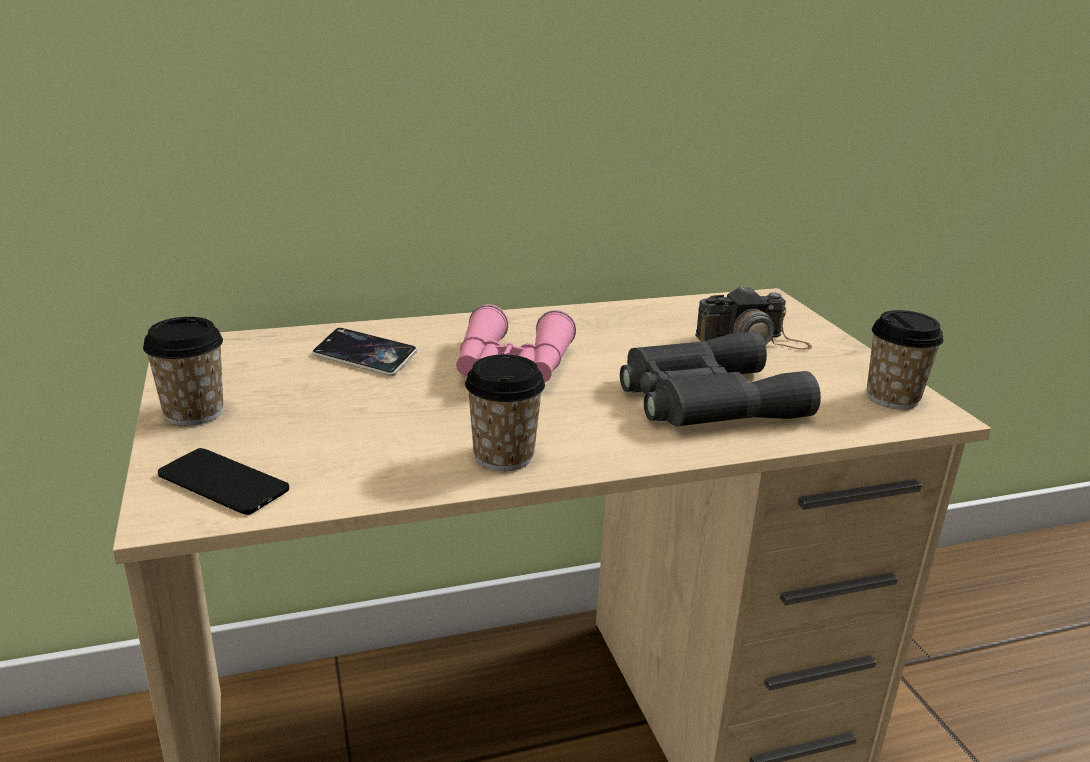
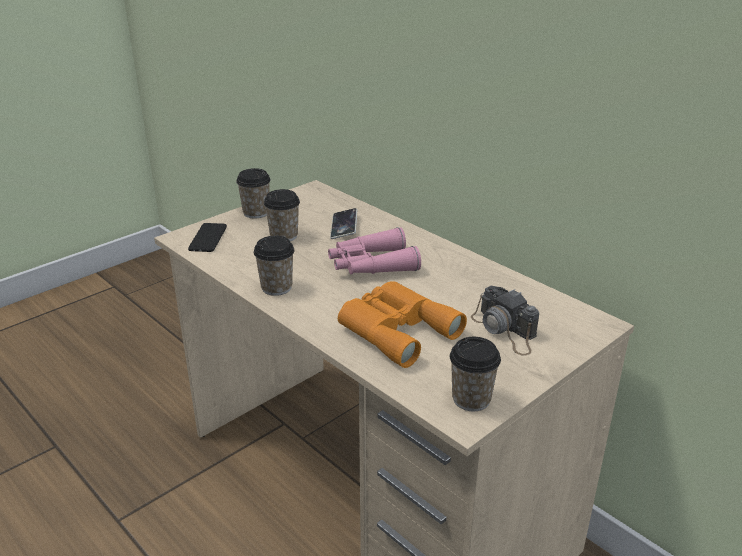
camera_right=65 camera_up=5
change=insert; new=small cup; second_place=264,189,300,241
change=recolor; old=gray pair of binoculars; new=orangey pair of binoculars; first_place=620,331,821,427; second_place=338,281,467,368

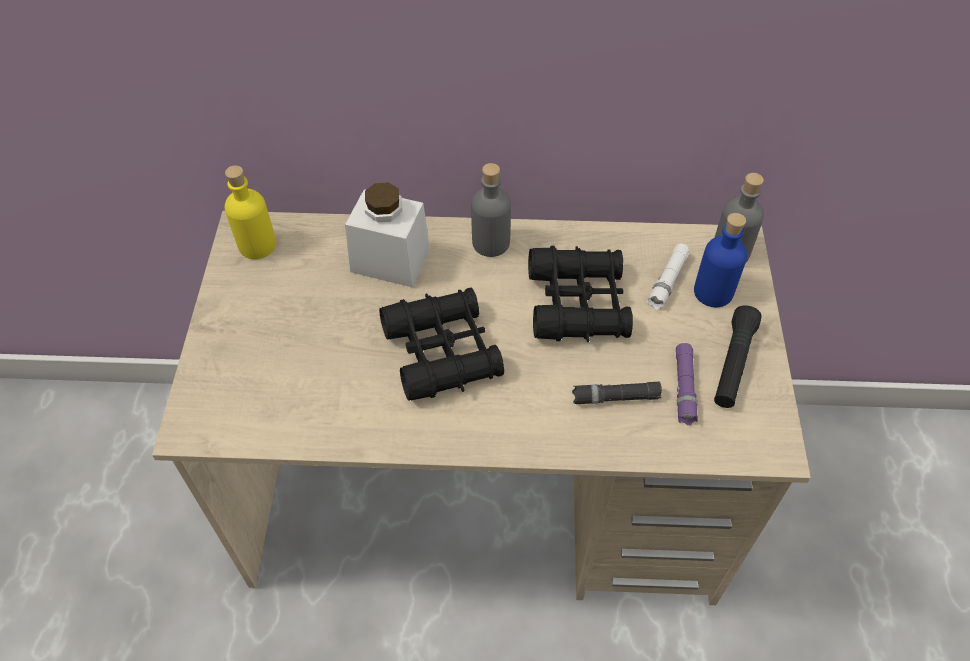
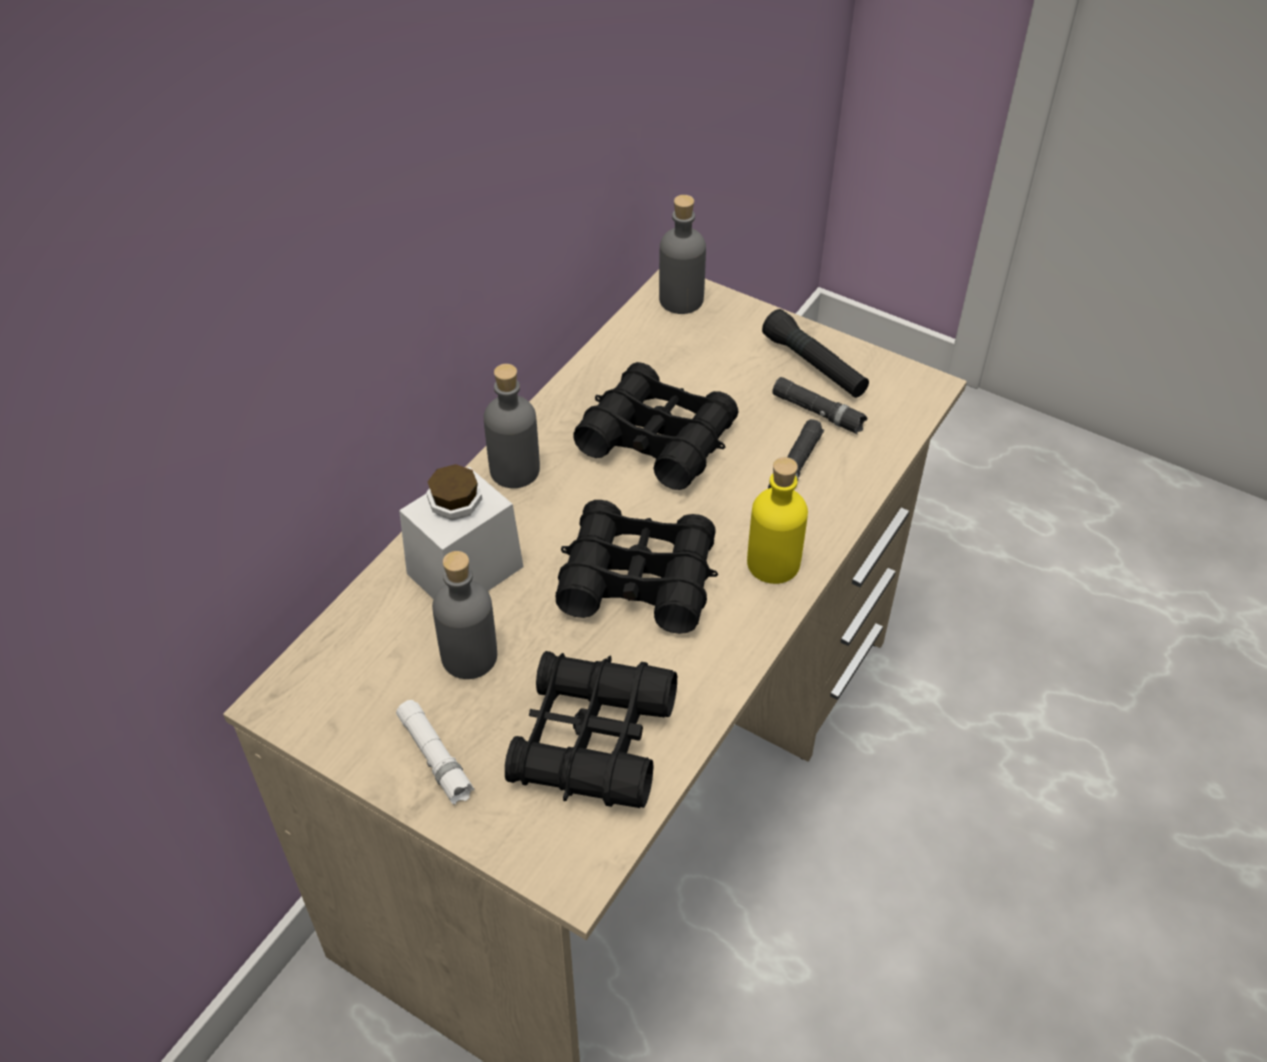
camera_right=-60 camera_up=-5
change=move; old=white hand torch; first_place=647,243,690,310; second_place=396,700,474,805
change=insert; new=gray beverage bottle; second_place=432,551,497,679
change=insert; new=black-coloured pair of binoculars; second_place=505,651,677,808
change=move; old=yellowish beverage bottle; first_place=225,165,276,259; second_place=747,457,808,584
change=recolor; old=purple hand torch; new=black-coloured hand torch; first_place=676,343,698,425; second_place=772,377,867,434
change=delete; old=blue beverage bottle; first_place=694,213,747,307

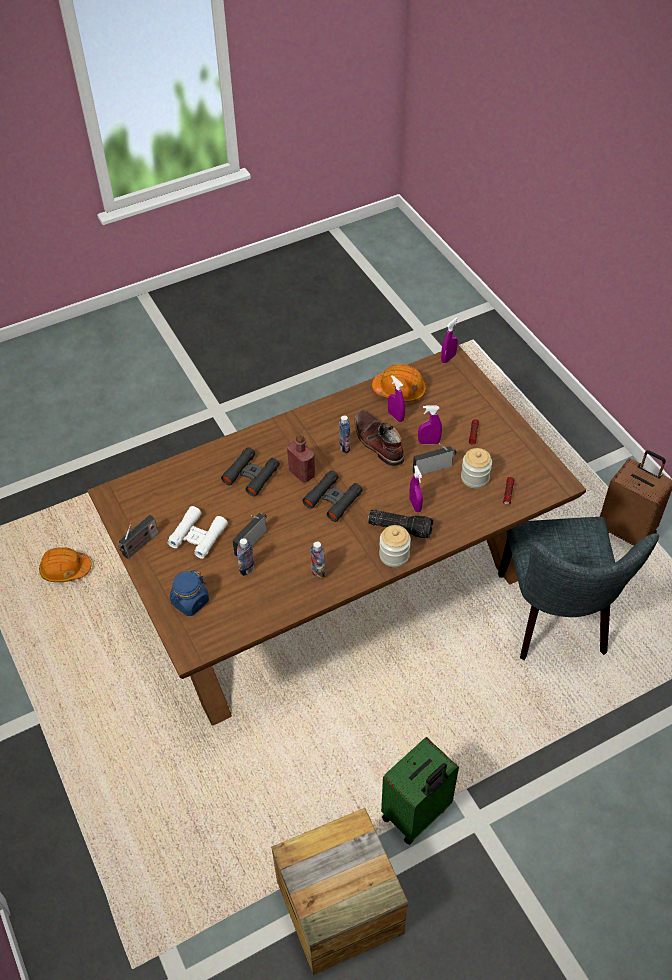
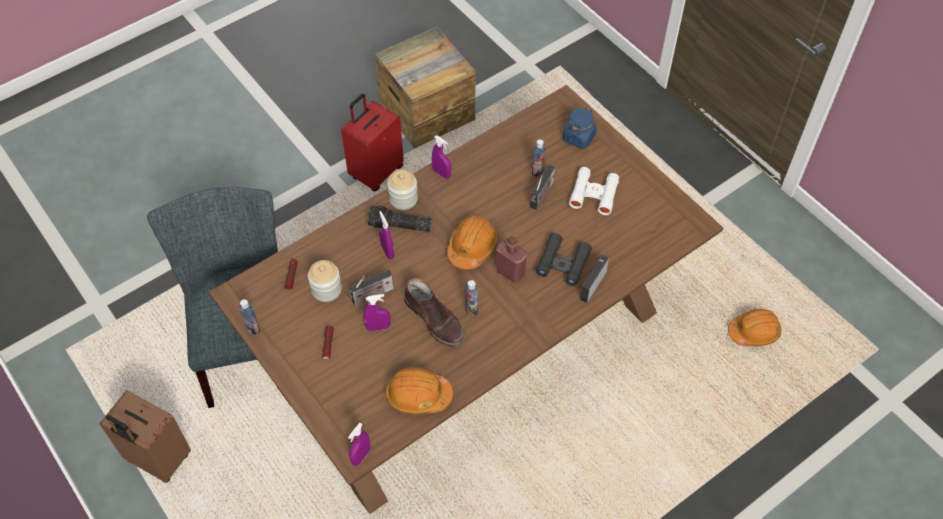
camera_right=170 camera_up=5
change=move; old=beverage bottle; first_place=310,542,325,579; second_place=239,299,260,335
change=recolor; old=green suitcase; new=reddish suitcase; first_place=381,737,459,845; second_place=341,94,404,191
change=move; old=purple hand sprayer; first_place=388,375,405,422; second_place=432,135,451,179
change=replace; old=black-coloured pair of binoculars; new=orangey work helmet; first_place=302,470,363,522; second_place=447,216,498,270
change=move; old=radio; first_place=118,515,158,559; second_place=580,255,609,303

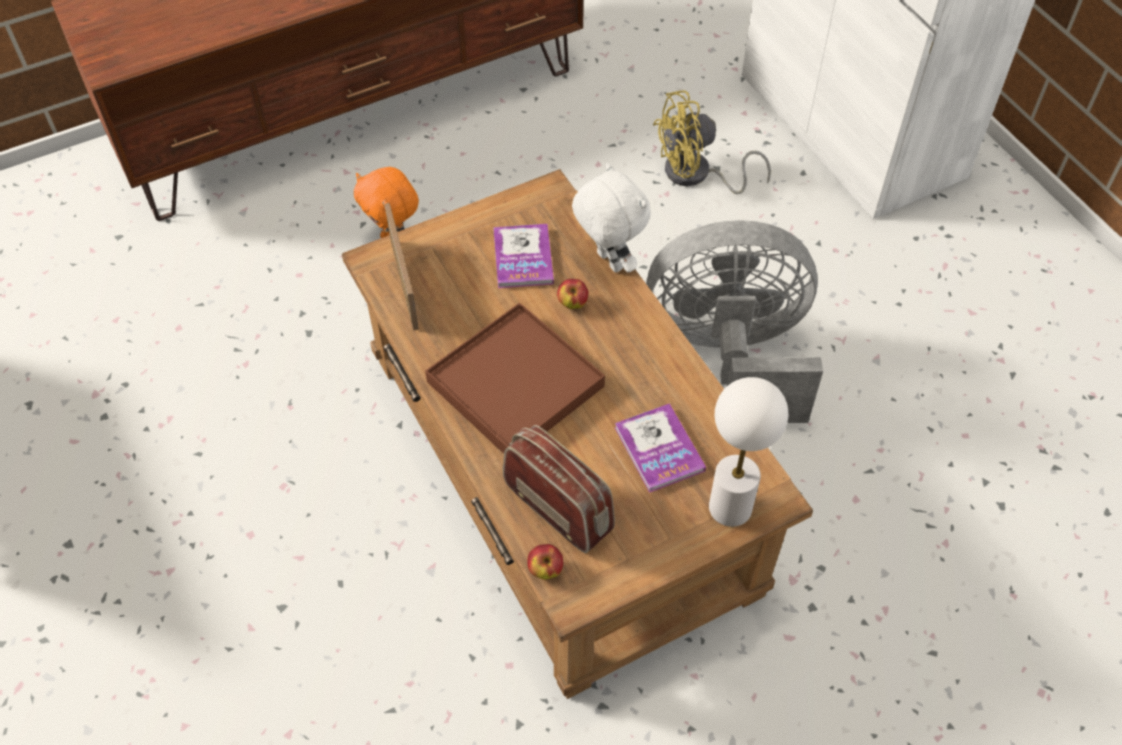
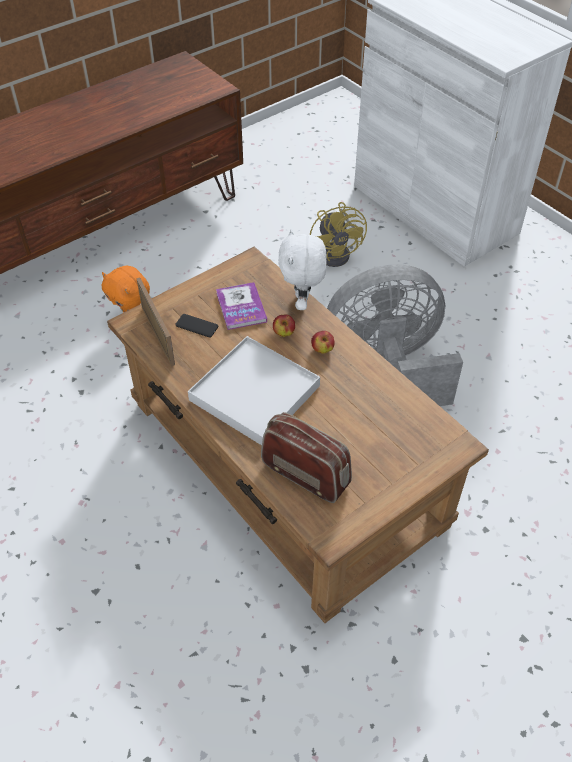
camera_right=-10 camera_up=-5
change=insert; new=telephone; second_place=175,314,218,338
change=recolor; old=brown tray; new=white tray; first_place=425,303,605,454; second_place=188,336,320,445
change=rotate; old=white plush toy; first_place=572,163,651,273; second_place=278,229,327,310; degrees=-135
change=rotate; old=yellowish cooling fan; first_place=653,90,771,194; second_place=310,202,367,267; degrees=-75
change=move; old=whole apple; first_place=527,544,563,580; second_place=311,331,335,354
change=delete; old=volume; first_place=615,403,706,493
change=delete; old=white tabletop lamp; first_place=709,377,788,527

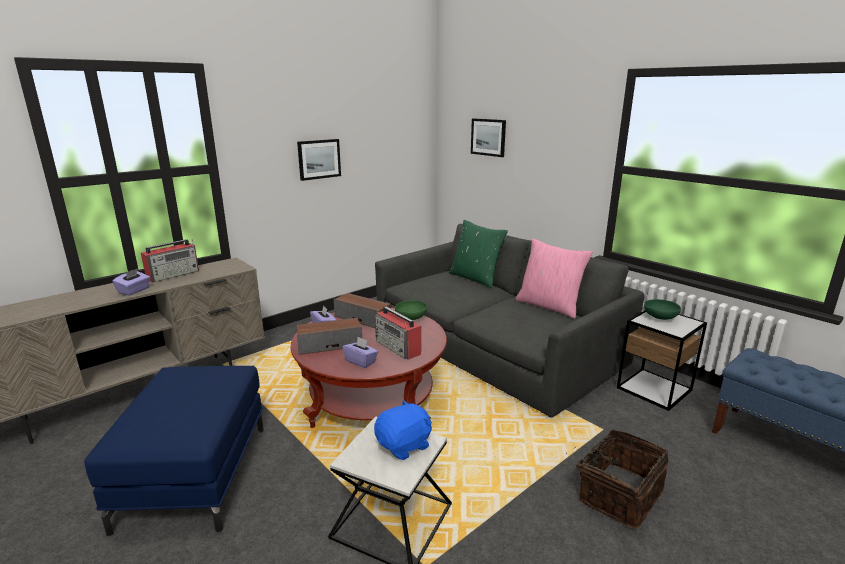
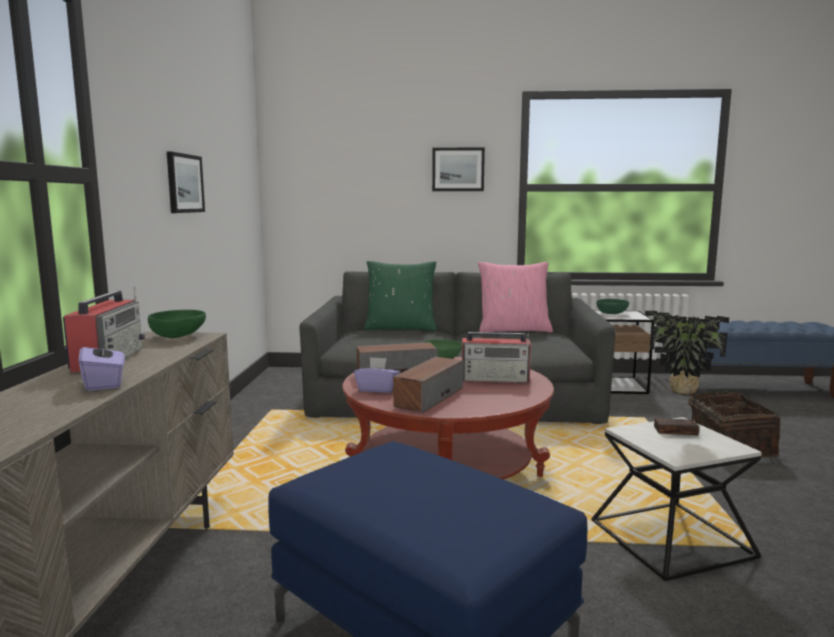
camera_right=-45 camera_up=-10
change=insert; new=green serving bowl; second_place=148,310,206,338
change=move; old=wall art; first_place=471,118,506,157; second_place=432,147,485,191
change=replace; old=blue plush toy; new=plant in a pot; first_place=374,400,432,460; second_place=645,311,729,435
change=delete; old=purple tissue box; first_place=342,337,378,368

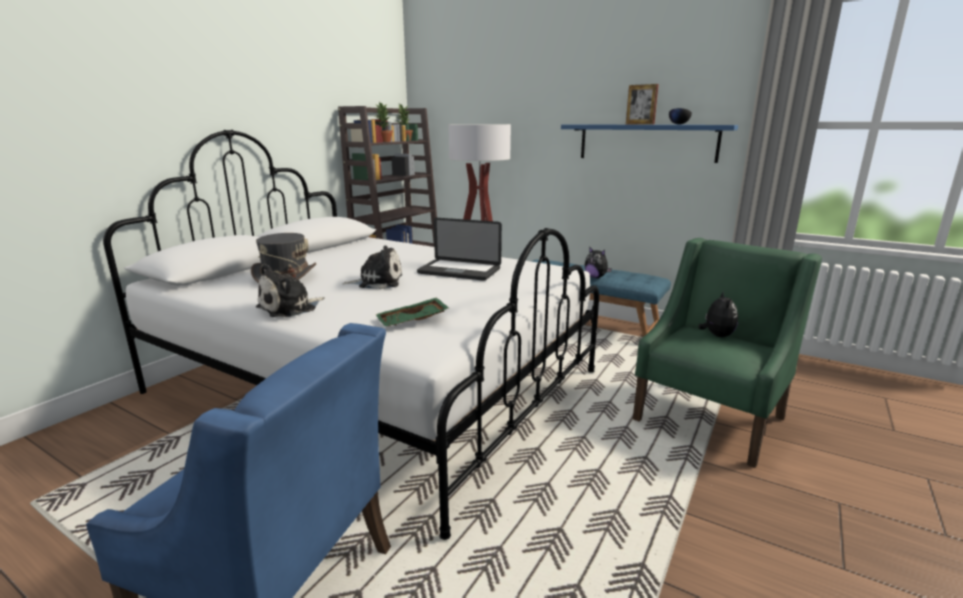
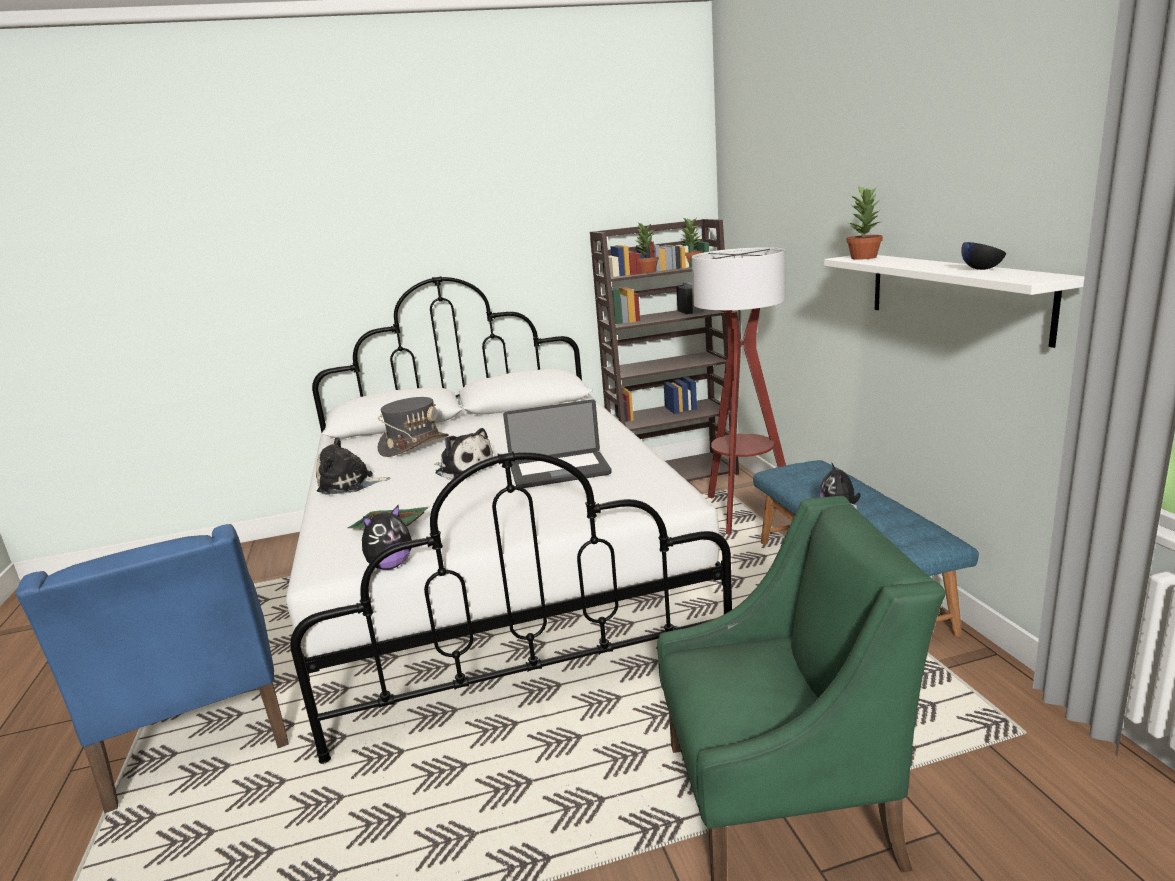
camera_right=45 camera_up=0
change=move; old=plush toy; first_place=698,291,738,337; second_place=362,505,412,570
change=rotate; old=laptop; first_place=417,218,502,281; second_place=503,400,612,488; degrees=-75
change=recolor; old=blue bracket shelf; new=white bracket shelf; first_place=561,125,738,163; second_place=824,255,1085,348
change=insert; new=plant in a pot; second_place=846,186,883,259
change=delete; old=picture frame; first_place=626,84,659,125

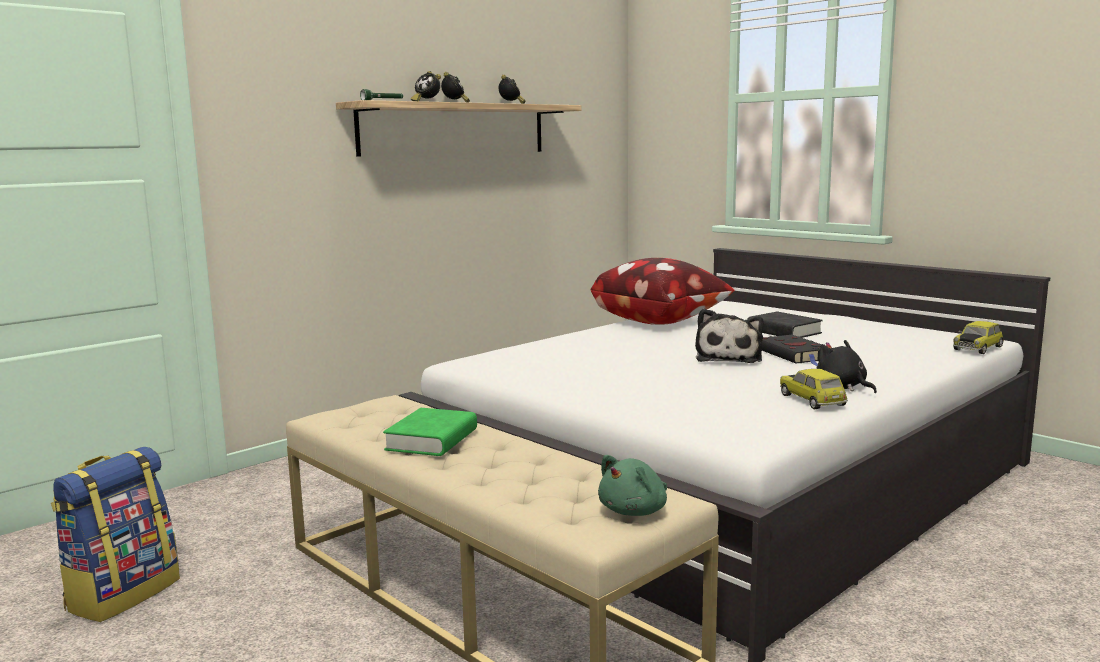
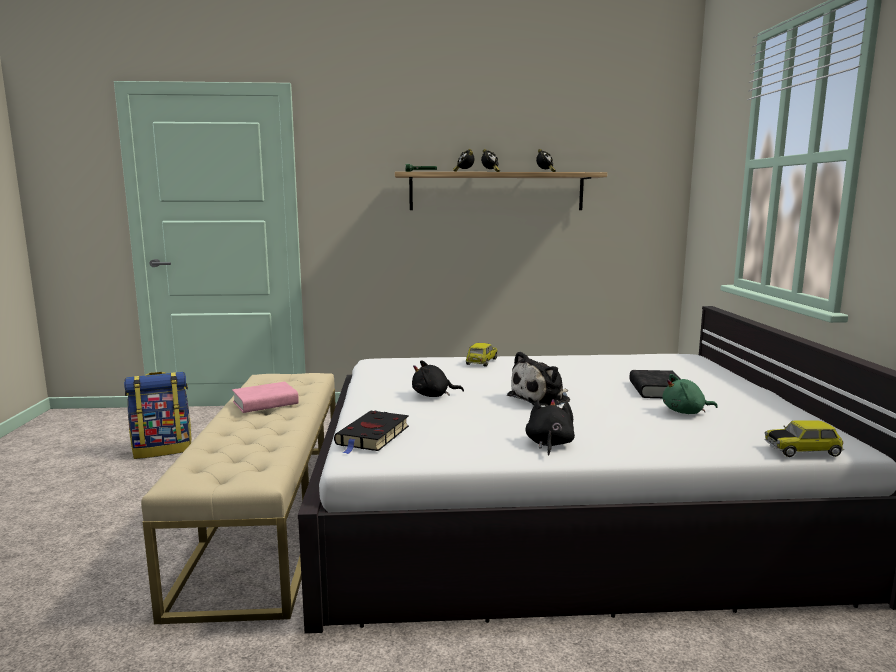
camera_right=40 camera_up=0
change=recolor; old=green volume; new=pink-coloured volume; first_place=383,408,477,456; second_place=232,382,299,413
change=move; old=black-coloured volume; first_place=762,335,821,366; second_place=334,411,409,454
change=insert; new=black-coloured plush toy; second_place=412,360,464,397
change=move; old=model car; first_place=780,369,848,409; second_place=466,343,497,367
change=move; old=green plush toy; first_place=598,455,667,516; second_place=662,374,718,414
change=delete; old=cushion; first_place=590,258,734,325

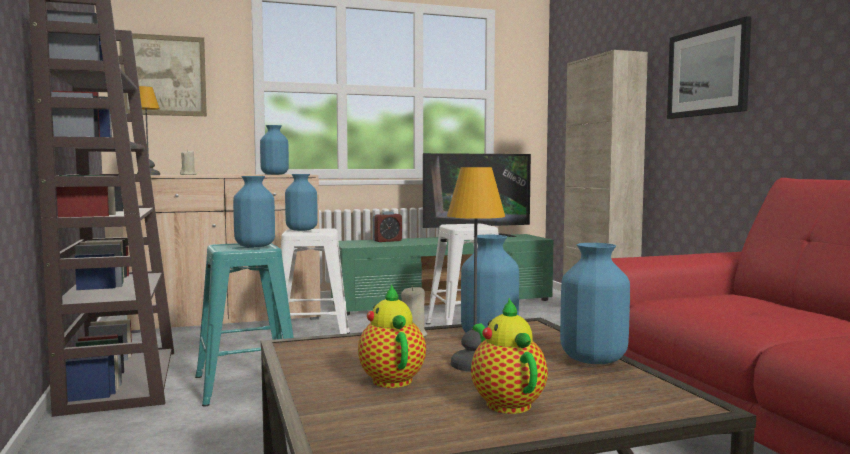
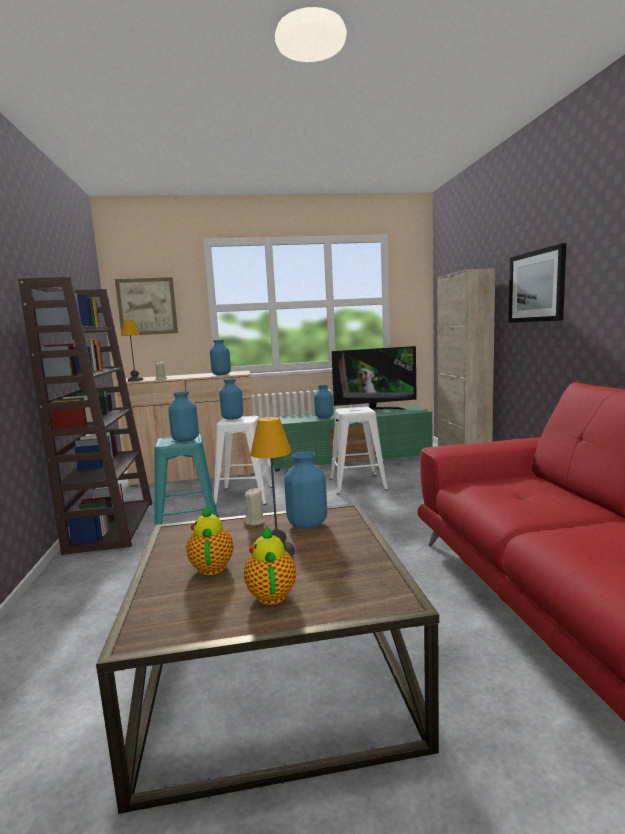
camera_right=10 camera_up=5
change=move; old=blue decorative vase; first_place=560,243,630,364; second_place=314,385,333,418
change=delete; old=alarm clock; first_place=373,211,402,242

